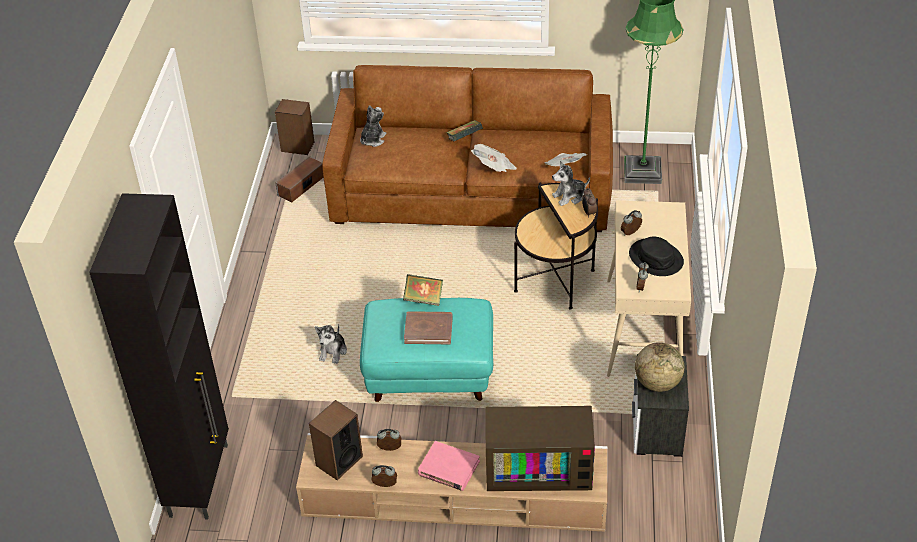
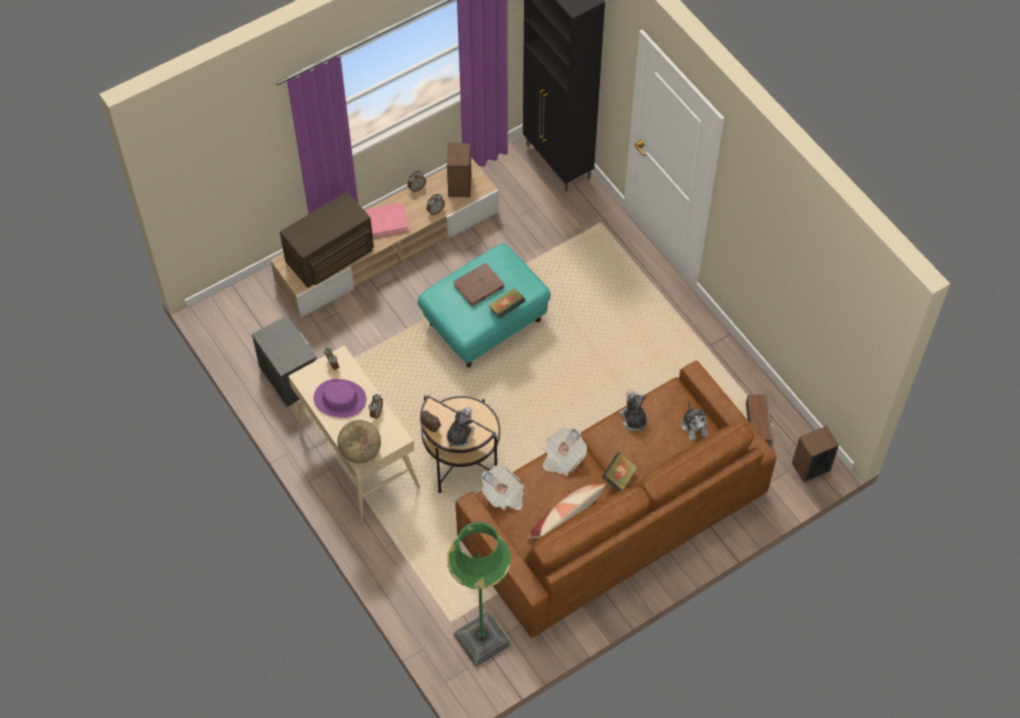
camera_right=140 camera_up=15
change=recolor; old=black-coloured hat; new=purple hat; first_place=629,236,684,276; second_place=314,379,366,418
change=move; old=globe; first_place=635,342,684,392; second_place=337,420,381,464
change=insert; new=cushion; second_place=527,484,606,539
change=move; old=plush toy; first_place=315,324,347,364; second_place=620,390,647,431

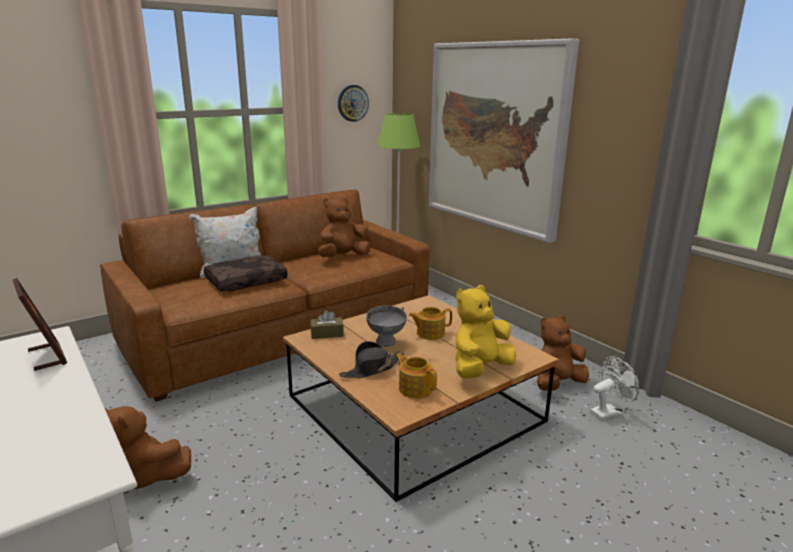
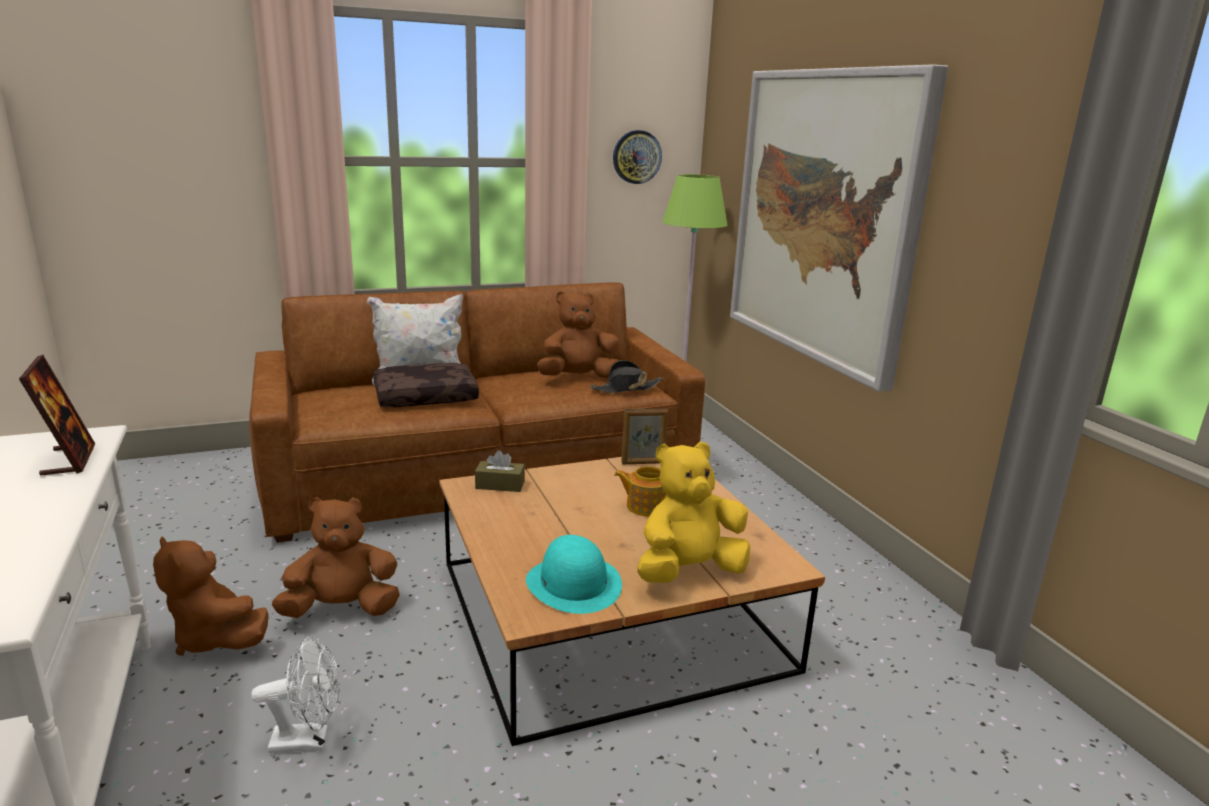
camera_right=15 camera_up=0
change=move; old=white cooling fan; first_place=590,356,639,420; second_place=251,637,340,753
change=move; old=brown plush toy; first_place=537,315,589,391; second_place=272,497,400,618
change=replace; old=teapot; new=blue-green hat; first_place=396,354,437,398; second_place=526,535,622,614
change=move; old=black-coloured hat; first_place=339,341,404,378; second_place=590,360,663,393
change=insert; new=picture frame; second_place=621,408,668,464
change=delete; old=gray serving bowl; first_place=366,305,407,347

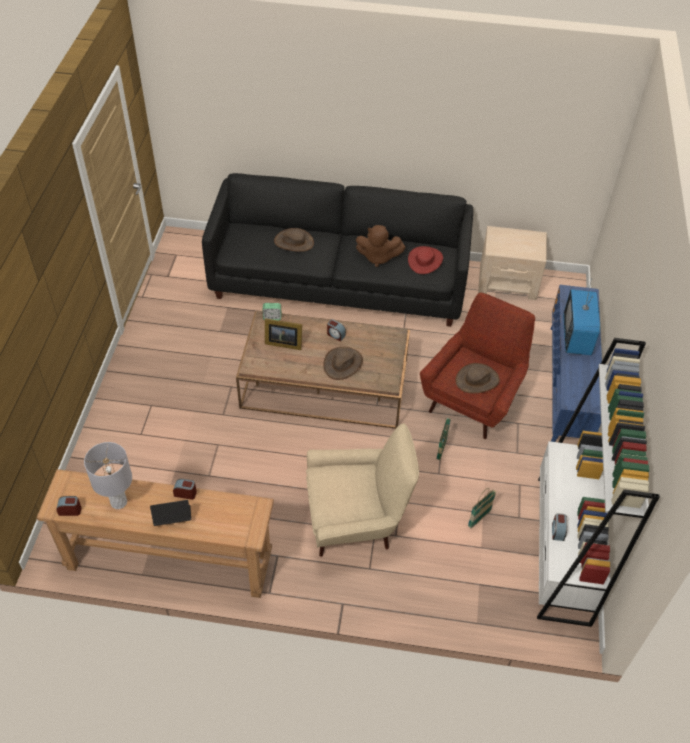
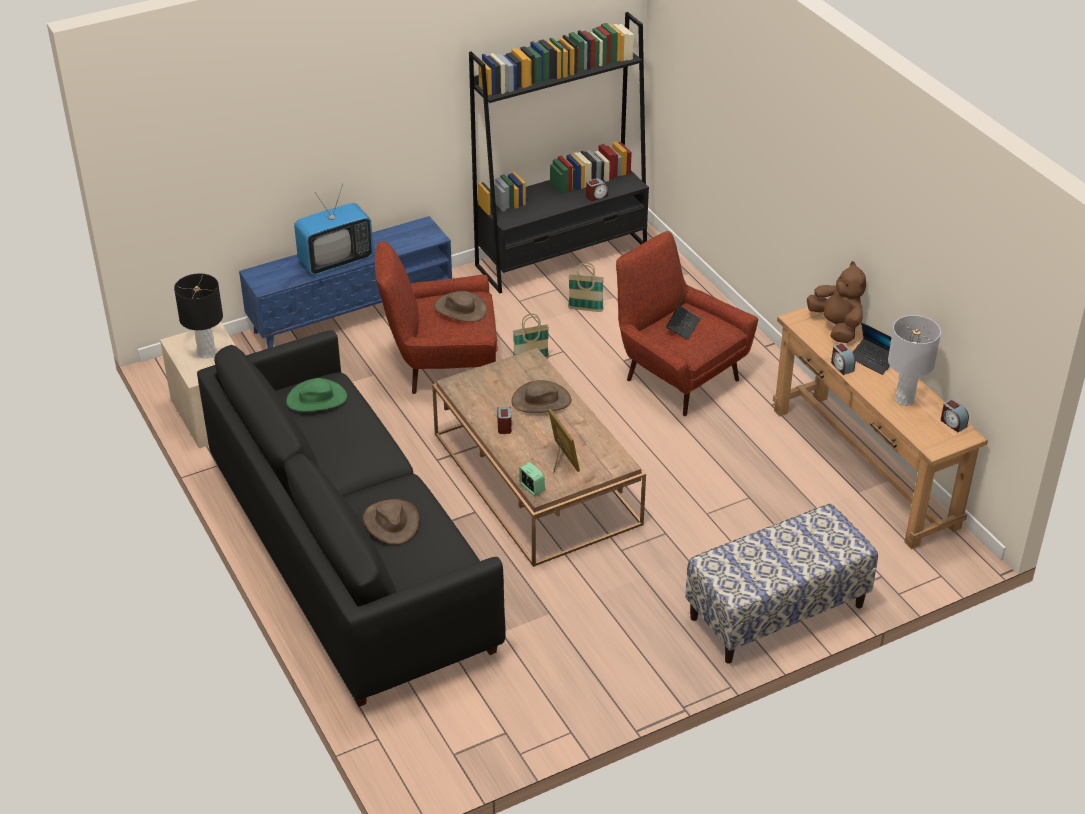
camera_right=-125 camera_up=-10
change=insert; new=black-coloured tabletop lamp; second_place=174,274,223,359
change=recolor; old=reddish hat; new=green hat; first_place=408,246,443,274; second_place=286,378,347,412
change=recolor; old=white shelving unit; new=black-coloured shelving unit; first_place=537,338,660,627; second_place=469,12,649,293
change=recolor; old=sand-coloured lounge chair; new=reddish lounge chair; first_place=306,424,419,557; second_place=616,231,758,416
change=insert; new=laptop; second_place=666,289,701,340
change=insert; new=indoor bench; second_place=685,503,878,664
change=move; old=brown plush toy; first_place=356,225,405,267; second_place=807,261,866,343

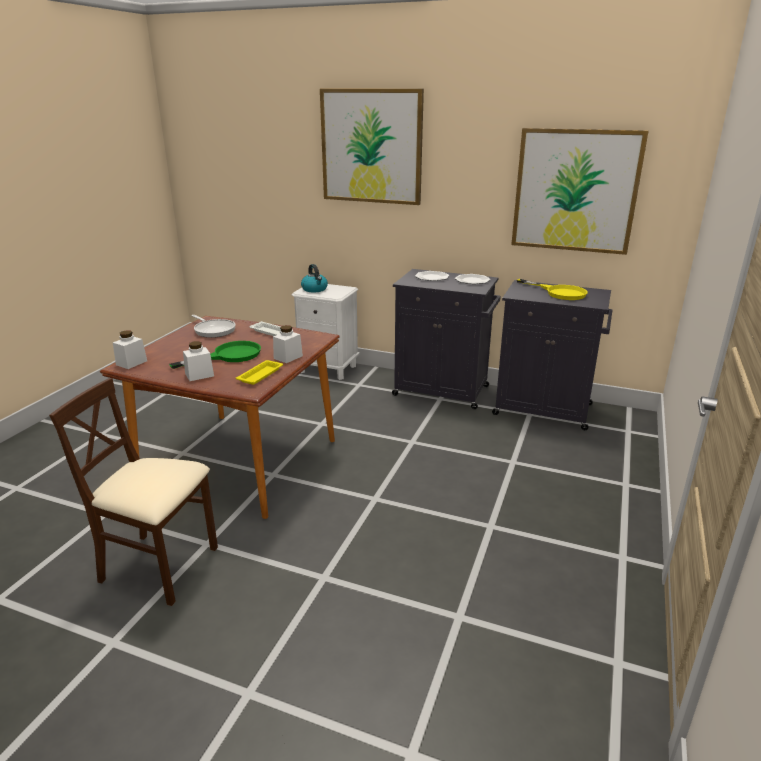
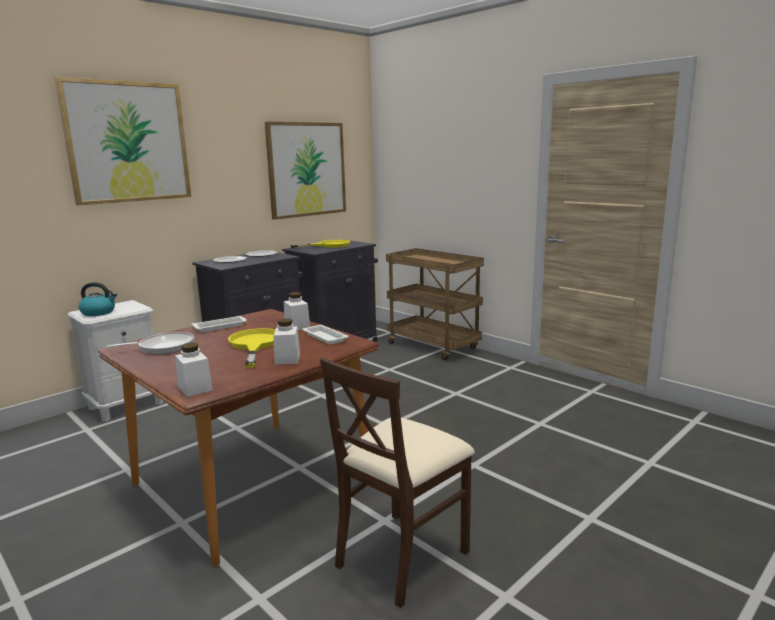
camera_right=-65 camera_up=-10
change=recolor; old=green skillet; new=yellowish skillet; first_place=169,341,261,369; second_place=228,328,275,368
change=recolor; old=yellowish tray; new=white tray; first_place=236,360,283,385; second_place=302,325,349,344
change=insert; new=brown cart; second_place=386,248,484,360

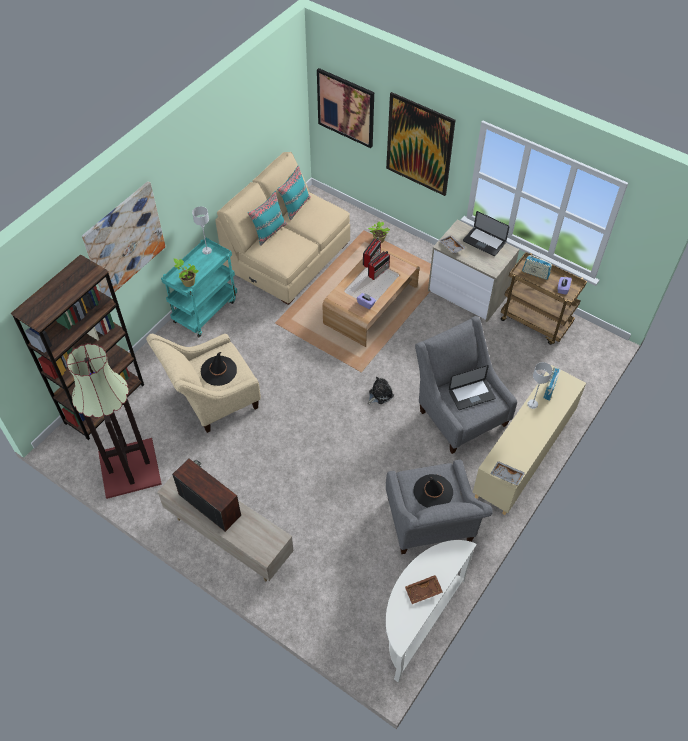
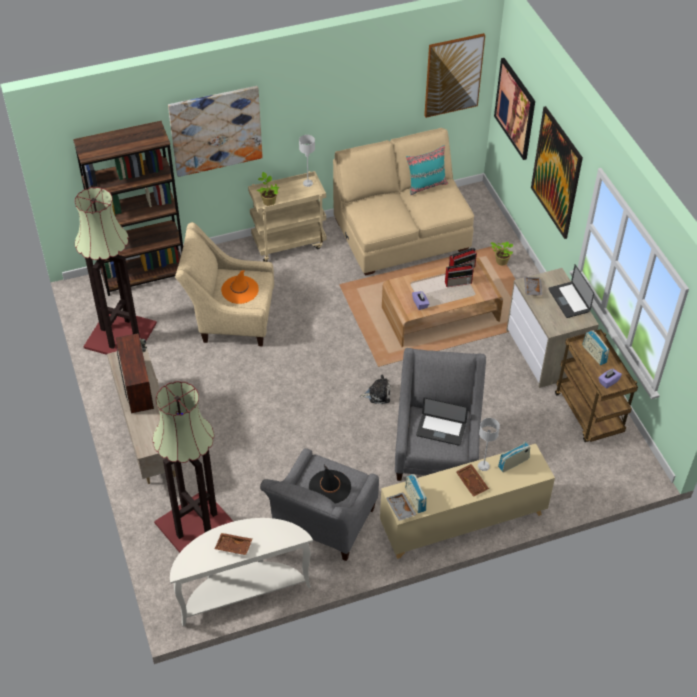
camera_right=35 camera_up=-5
change=insert; new=floor lamp; second_place=153,381,234,553
change=recolor; old=black-coloured hat; new=orangey hat; first_place=200,352,237,386; second_place=221,270,259,304
change=recolor; old=blue-green cart; new=sand-coloured cart; first_place=161,238,237,337; second_place=248,171,327,262
change=insert; new=radio; second_place=405,474,427,513
change=insert; new=wall art; second_place=424,33,485,118
change=insert; new=brown tray; second_place=456,464,489,497
change=delete; old=blue-green cushion; first_place=248,191,287,246

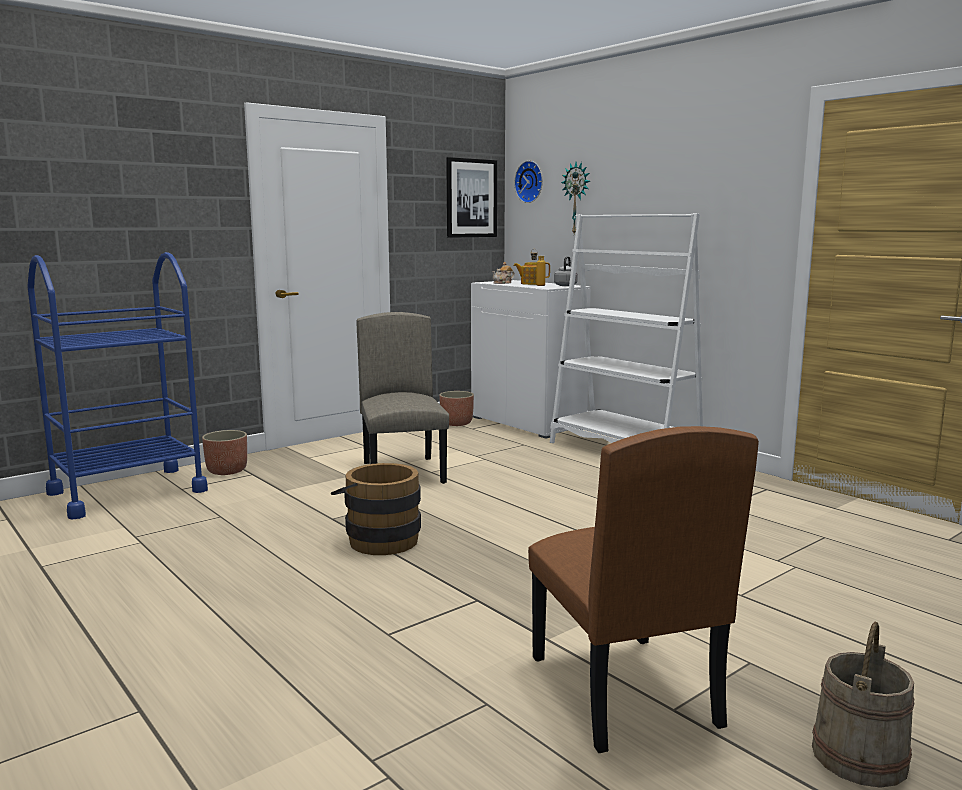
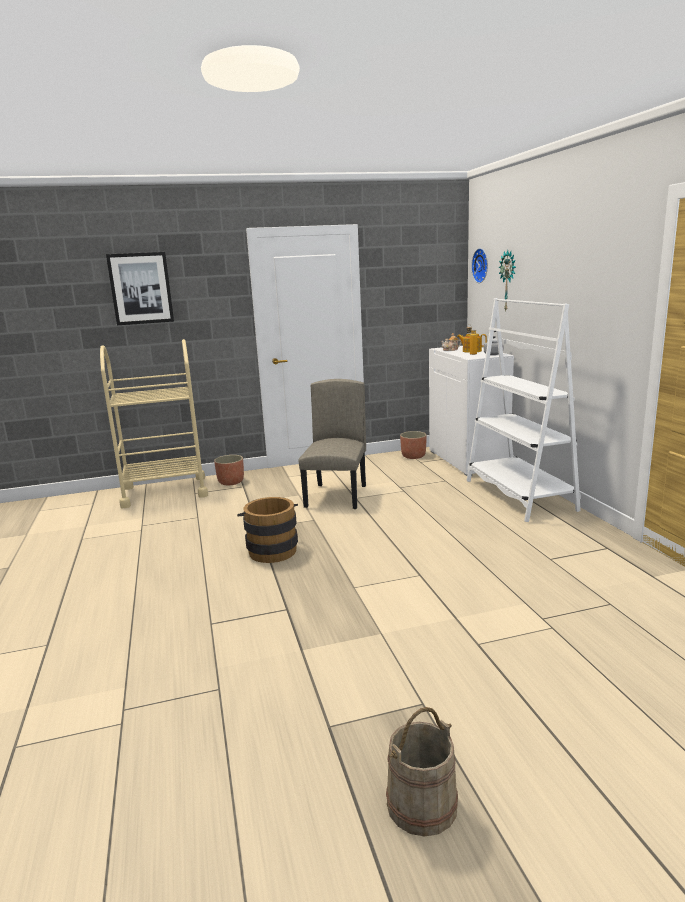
camera_right=25 camera_up=5
change=recolor; old=blue cart; new=sand-coloured cart; first_place=27,252,208,520; second_place=100,339,208,508
change=move; old=wall art; first_place=446,157,497,238; second_place=106,252,174,325
change=delete; old=brown upright chair; first_place=528,426,759,753

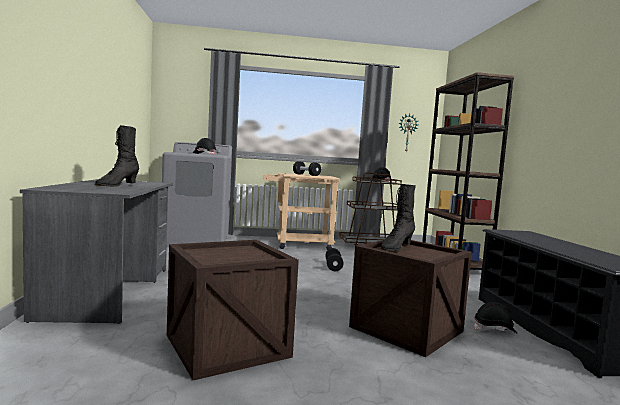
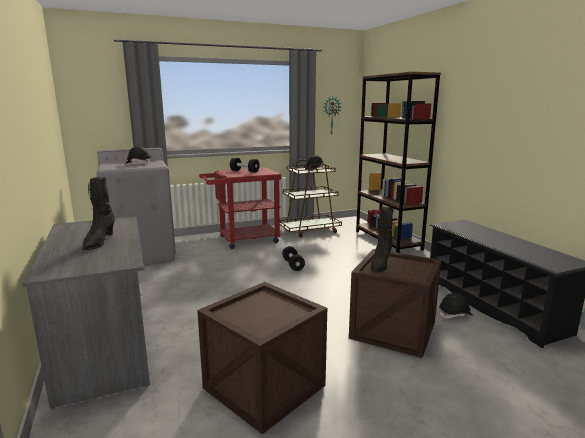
camera_right=-15 camera_up=10
change=recolor; old=sand-coloured cart; new=reddish cart; first_place=263,173,340,250; second_place=199,168,281,249

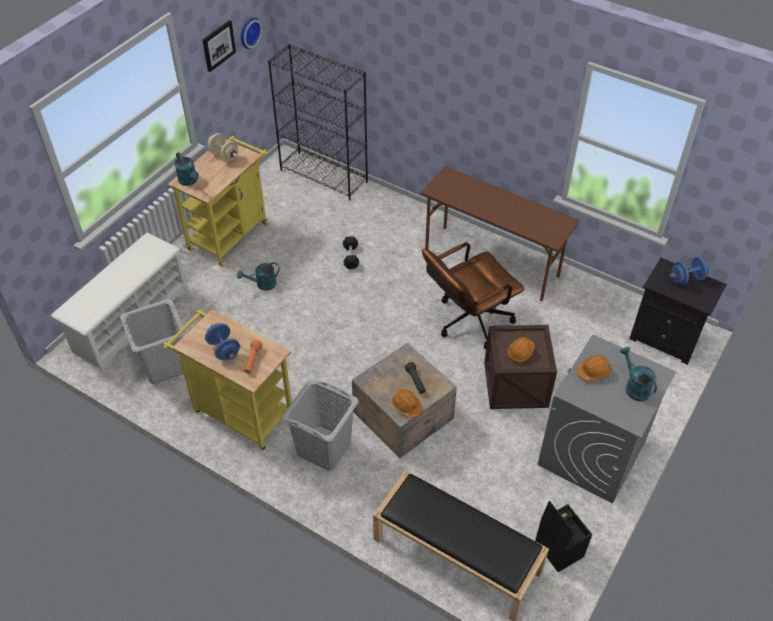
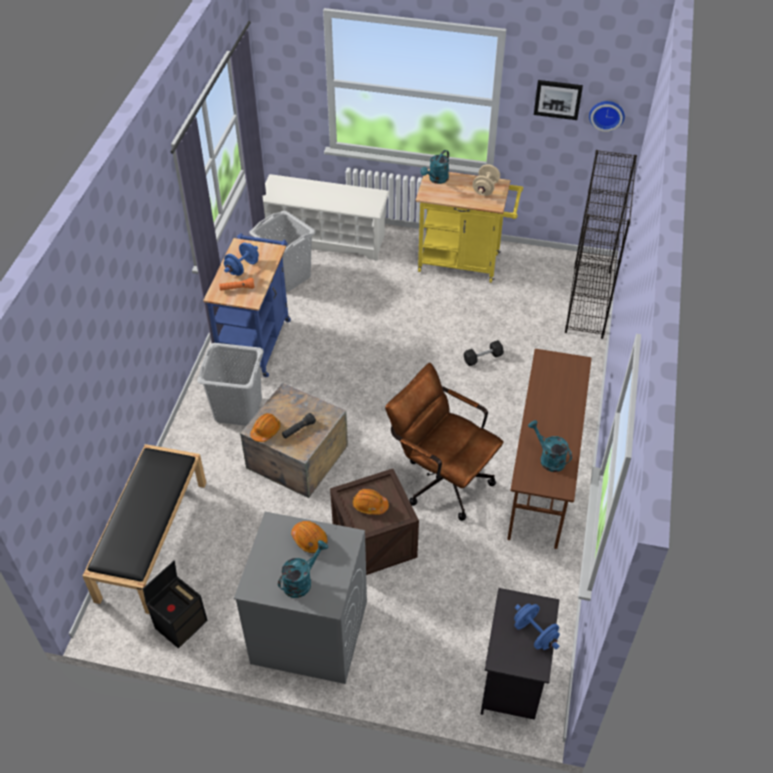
camera_right=70 camera_up=0
change=recolor; old=yellowish cart; new=blue cart; first_place=163,309,292,451; second_place=203,233,291,377
change=move; old=blue-green watering can; first_place=237,262,280,290; second_place=528,420,572,472

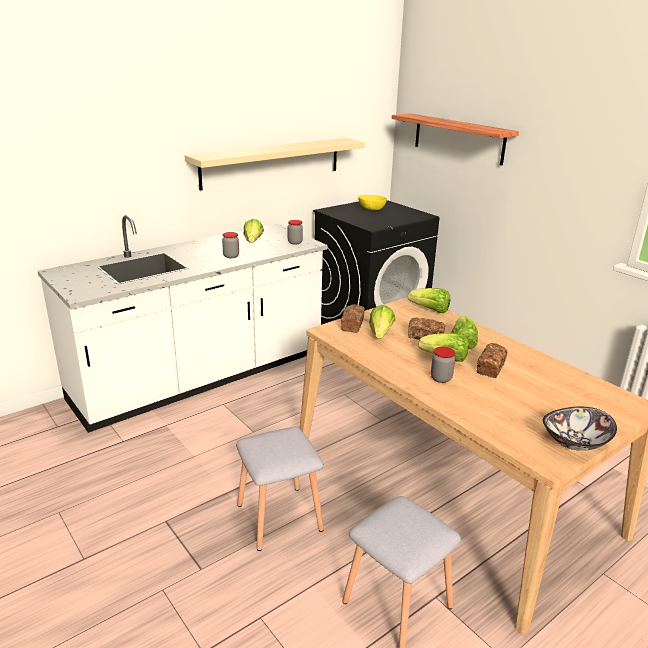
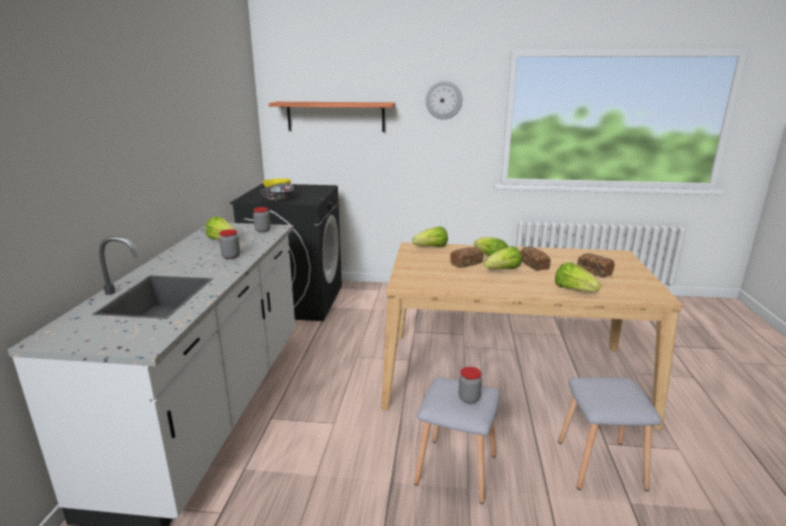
camera_right=-45 camera_up=-5
change=move; old=serving bowl; first_place=543,407,617,451; second_place=259,183,295,202
change=insert; new=clock on the wall; second_place=426,81,462,120
change=move; old=jar; first_place=431,347,455,383; second_place=459,367,482,404
change=move; old=lettuce; first_place=369,305,395,339; second_place=555,262,601,292
change=move; old=bread; first_place=341,304,365,333; second_place=577,253,615,277
change=delete; old=sand-coloured bracket shelf; first_place=185,138,365,191

